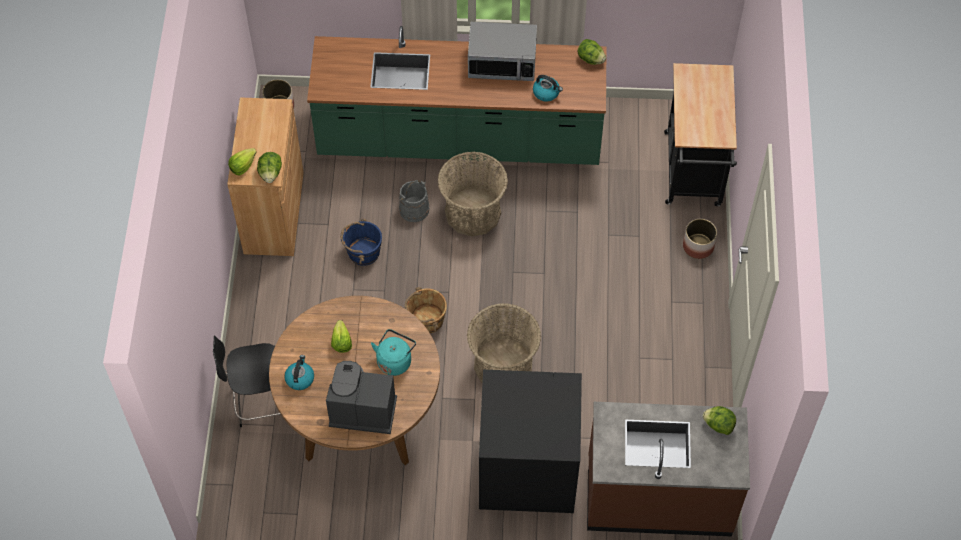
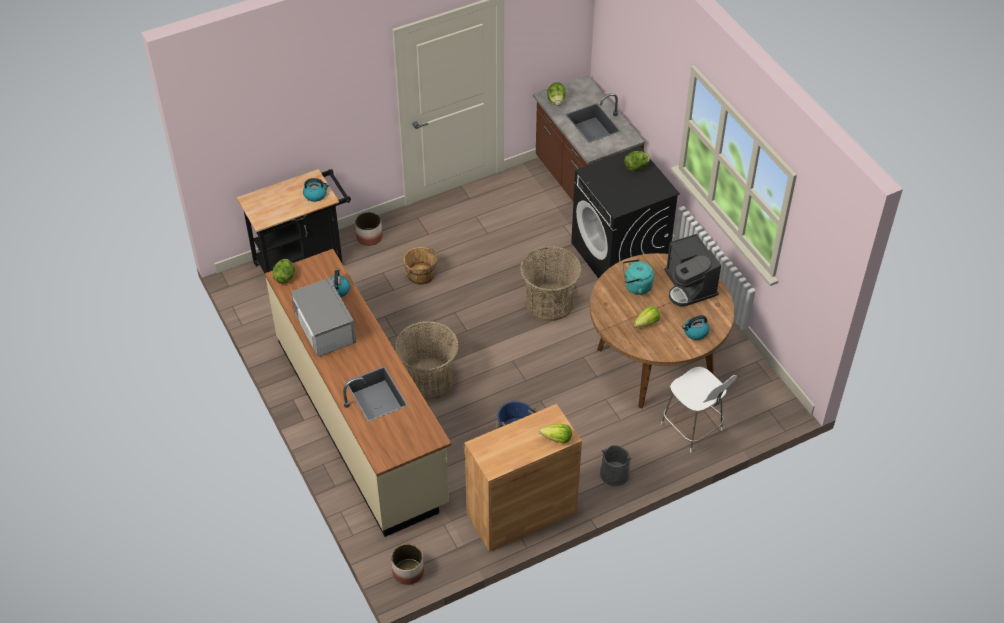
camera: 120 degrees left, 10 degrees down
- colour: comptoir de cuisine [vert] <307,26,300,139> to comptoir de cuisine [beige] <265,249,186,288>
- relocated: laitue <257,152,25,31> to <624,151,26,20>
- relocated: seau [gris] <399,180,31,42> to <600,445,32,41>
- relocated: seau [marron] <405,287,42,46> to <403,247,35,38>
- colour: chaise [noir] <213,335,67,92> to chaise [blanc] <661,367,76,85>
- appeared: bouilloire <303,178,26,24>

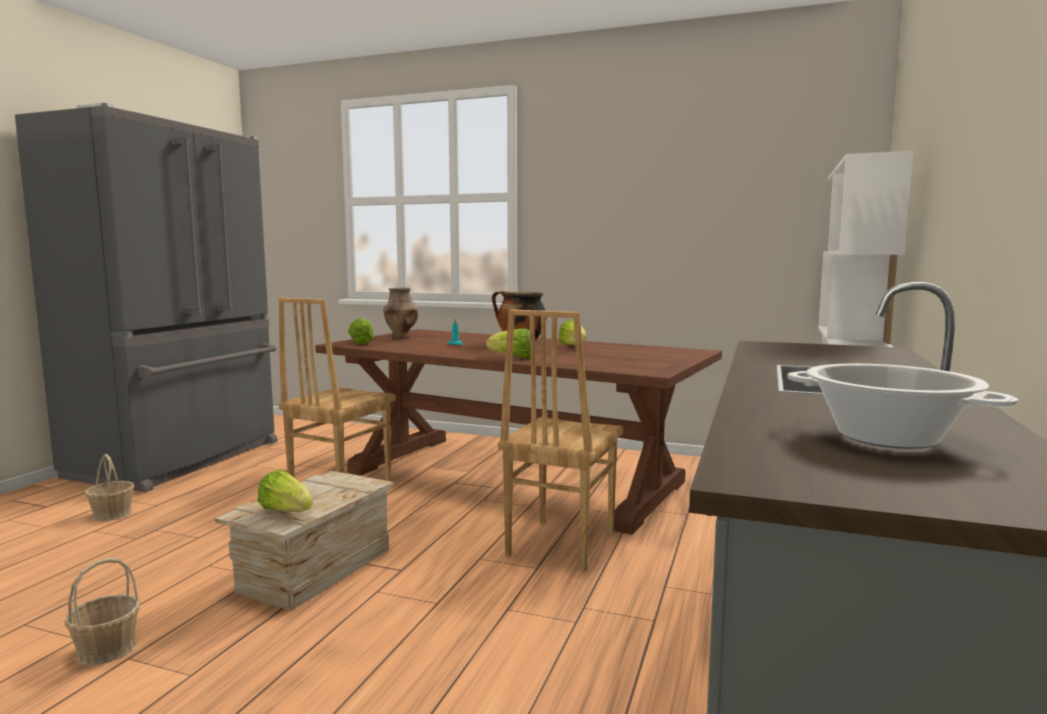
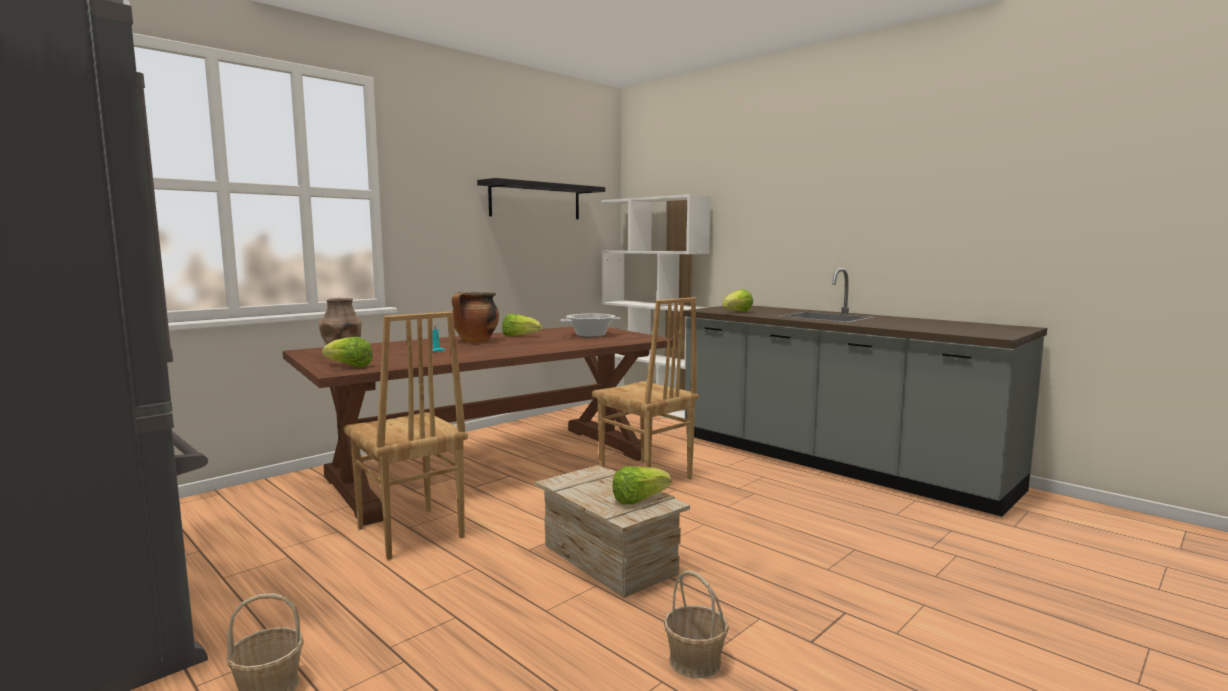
camera: 65 degrees left, 0 degrees up
- relocated: laitue <486,329,50,29> to <722,289,31,23>
- relocated: marmite <787,364,231,85> to <560,314,61,23>
- appeared: étagère [noir] <477,178,128,41>

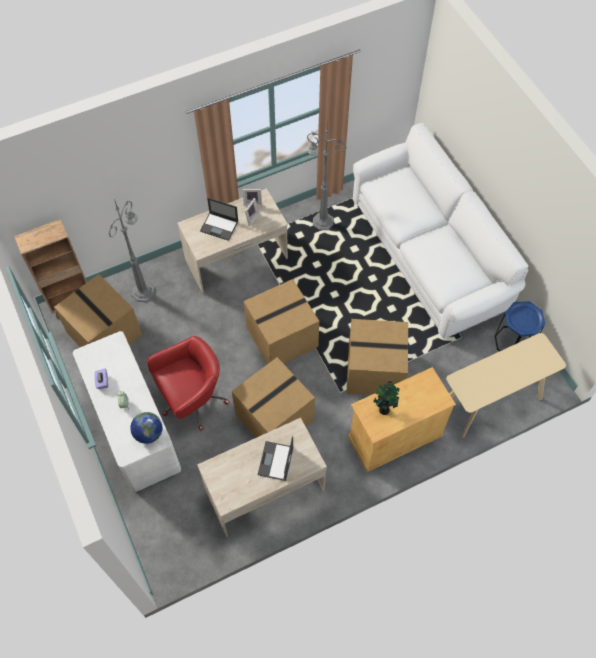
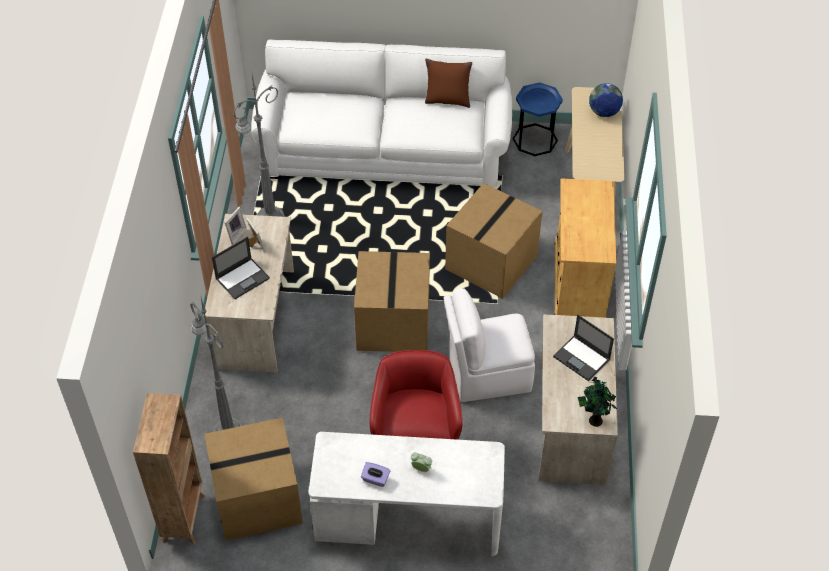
camera: 60 degrees left, 10 degrees down
- exchanged: carton <232,357,83,81> to chaise [blanc] <443,288,92,114>
- relocated: plante en pot <373,381,27,34> to <578,377,39,50>
- relocated: globe <130,412,33,32> to <589,83,34,34>
- appeared: coussin [marron] <425,59,47,49>

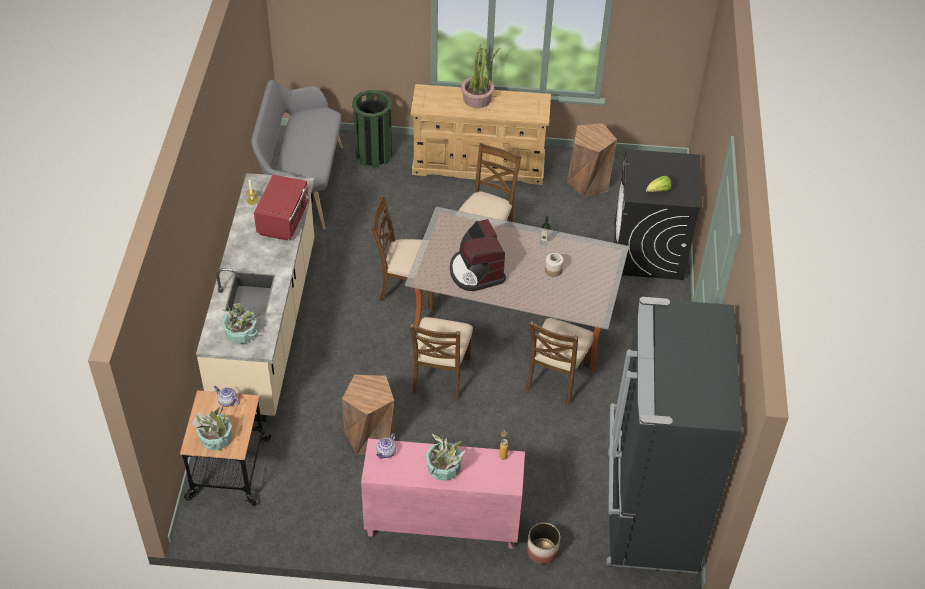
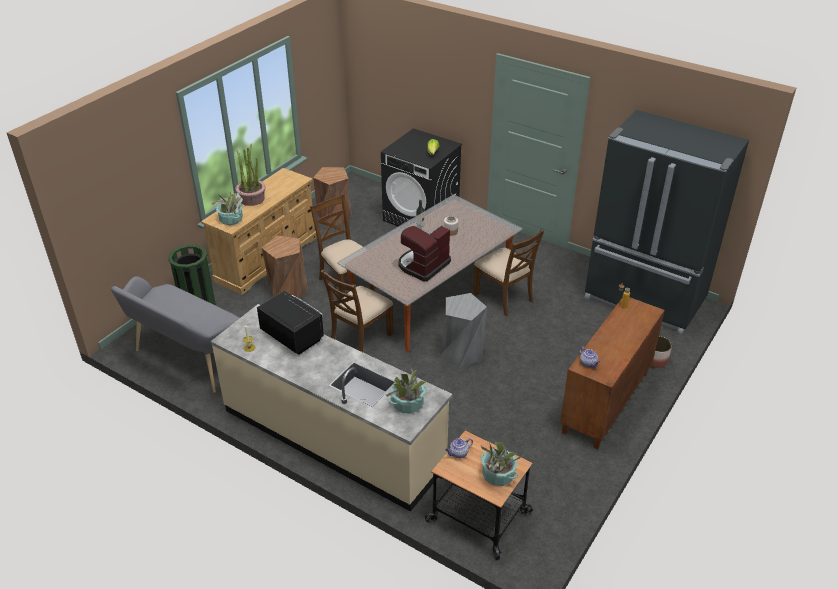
camera: 60 degrees left, 10 degrees down
- colour: micro-ondes [rouge] <254,175,55,66> to micro-ondes [noir] <257,291,67,64>
- spun: machine à café <450,219,56,72> = <398,226,53,55> 120 degrees clockwise
- exchanged: chaise [marron] <410,317,63,84> to tabouret [gris] <440,293,47,75>
- relocated: tabouret [marron] <342,375,52,80> to <262,236,46,63>
- relocated: plante en pot <426,433,40,48> to <209,190,34,35>
- colour: meuble de rangement [rose] <361,438,164,111> to meuble de rangement [marron] <560,297,105,152>

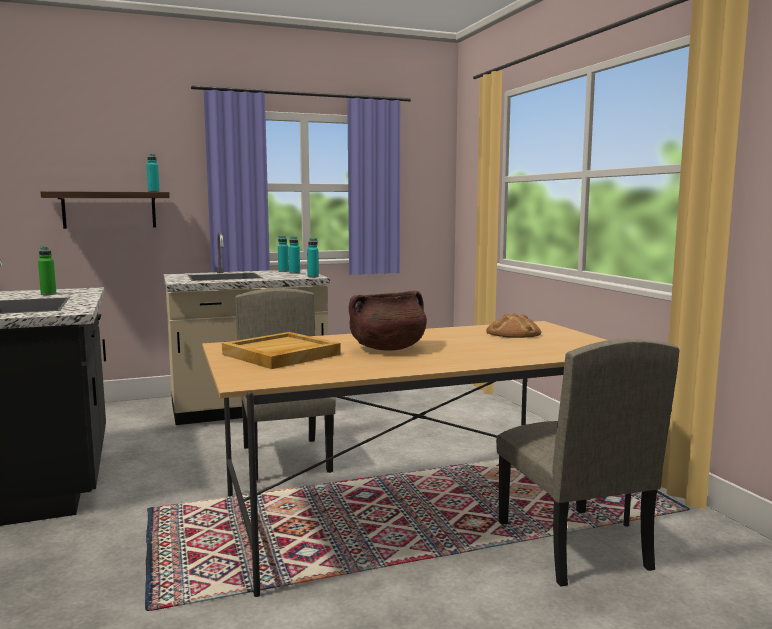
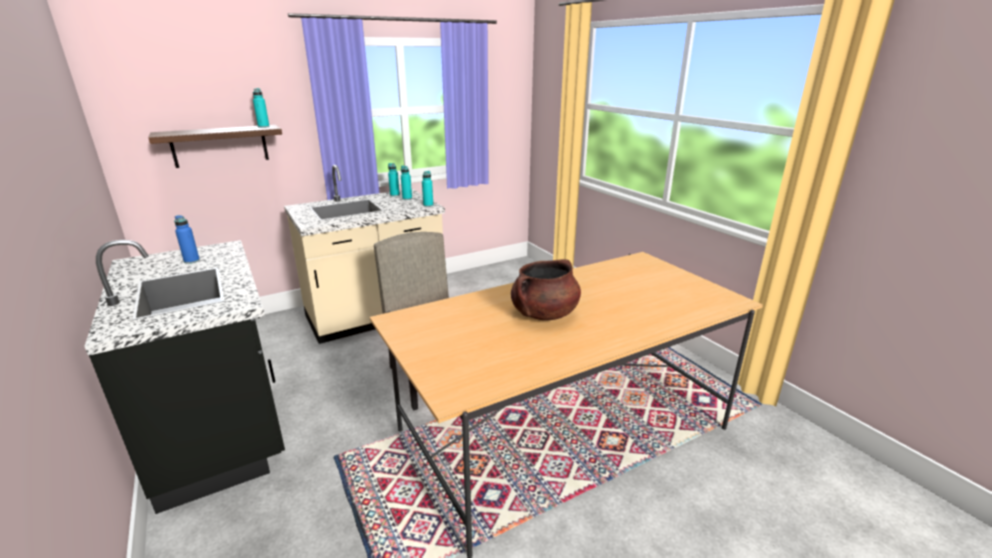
camera: 10 degrees left, 15 degrees up
- colour: bouteille [vert] <38,247,18,48> to bouteille [bleu] <174,215,26,49>
- missing: pain <486,313,55,25>
- missing: plateau [beige] <222,332,119,37>
- missing: chaise [beige] <496,339,183,247>

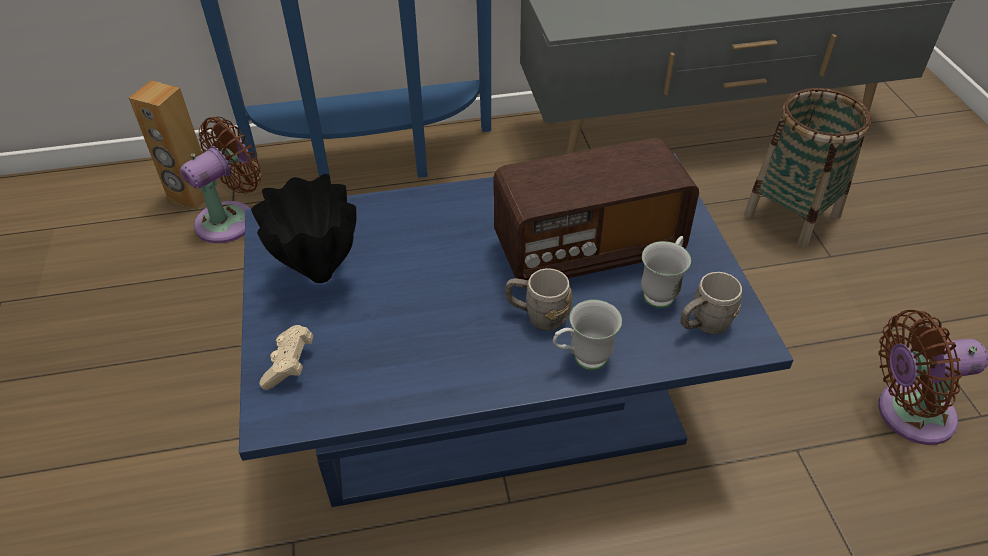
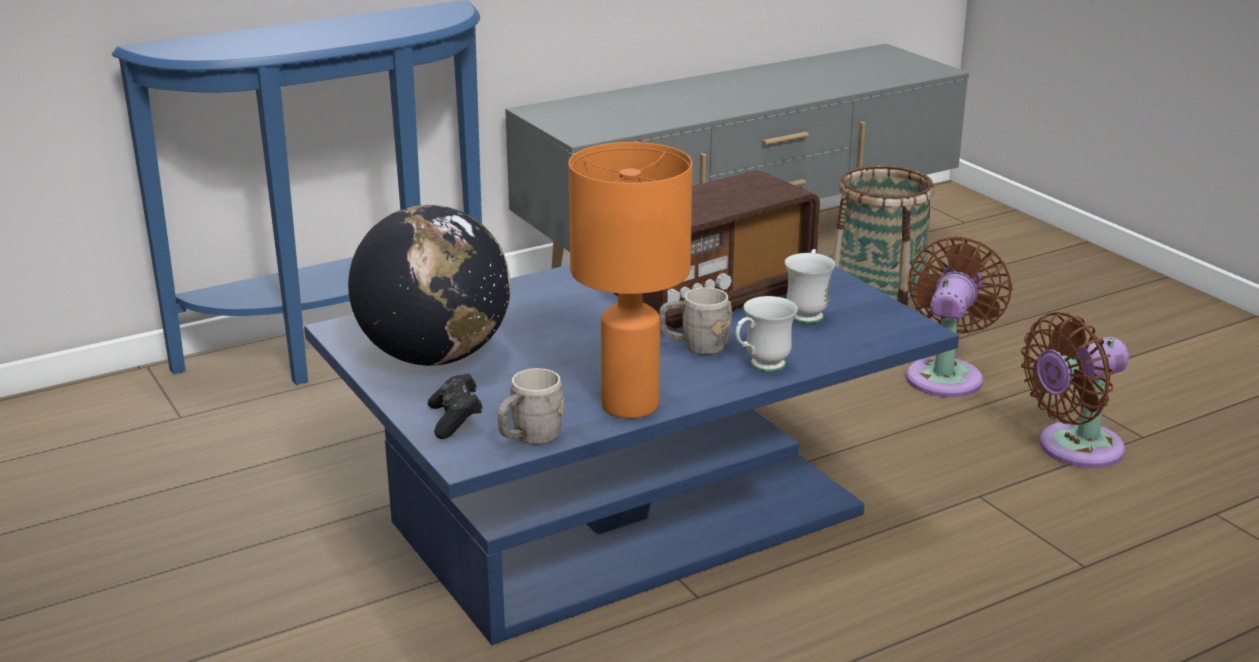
camera: 20 degrees left, 20 degrees down
- missing: enceinte [marron] <129,80,76,130>
- relocated: ventilateur [marron] <180,116,82,127> to <906,236,106,161>
- exchanged: vase [noir] <251,174,105,109> to globe <348,205,163,161>
- relocated: mug [gris] <681,272,61,62> to <498,368,66,77>
- colour: manette [beige] <259,325,54,65> to manette [noir] <427,373,56,66>
- appeared: lampe de table [orange] <568,142,124,276>

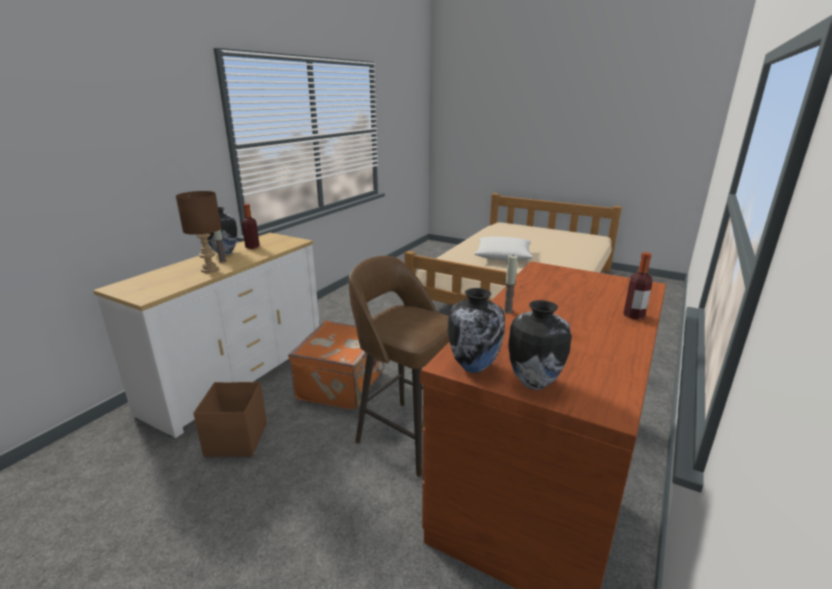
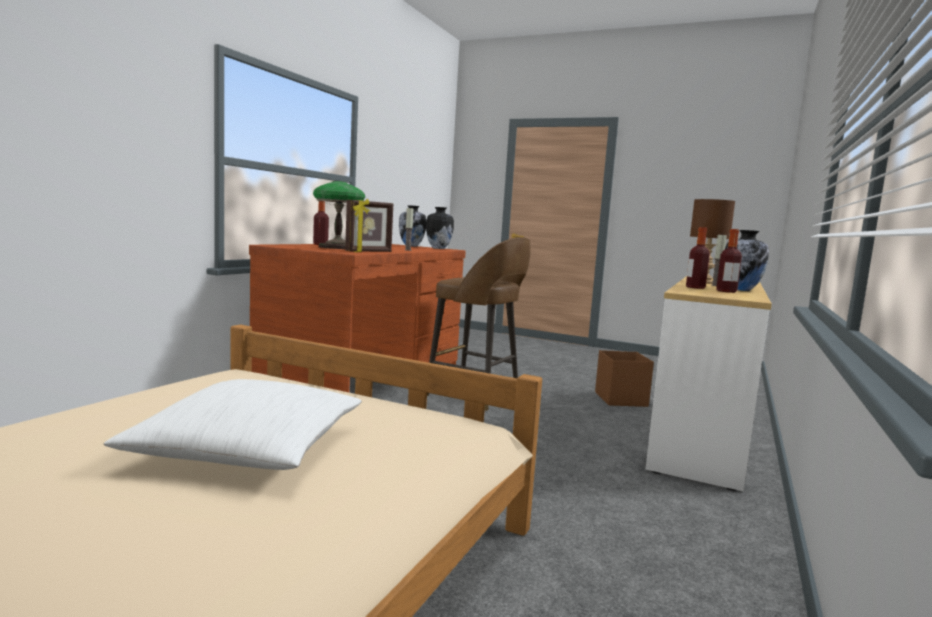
camera: 175 degrees right, 15 degrees down
- missing: valise [orange] <288,321,97,90>
- appeared: lampe de table <313,181,52,68>
- appeared: cadre photo <345,199,48,53>
- appeared: bouteille <686,227,24,62>

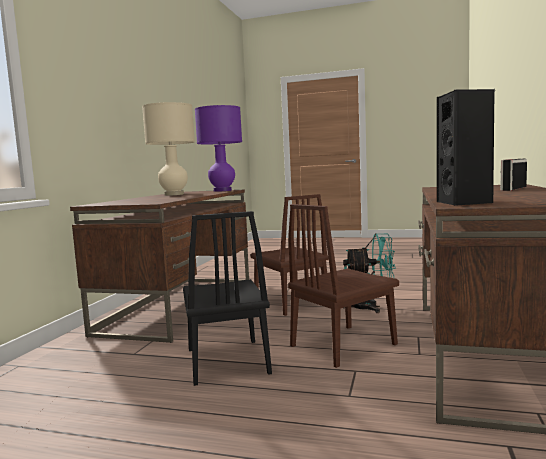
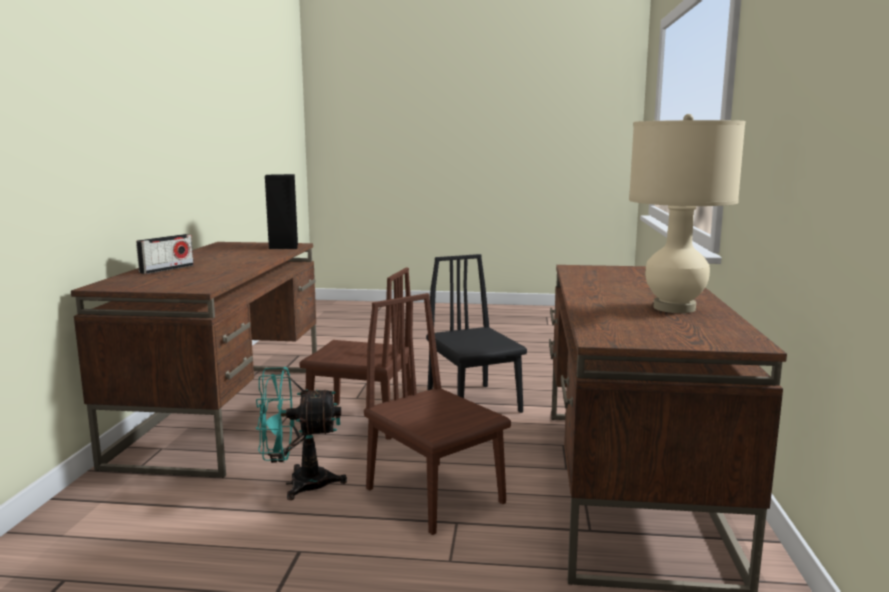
camera: 170 degrees right, 5 degrees up
- missing: lampe de table [violet] <195,105,47,87>
- spun: chaise [marron] <288,204,111,164> = <299,267,113,173> 60 degrees clockwise

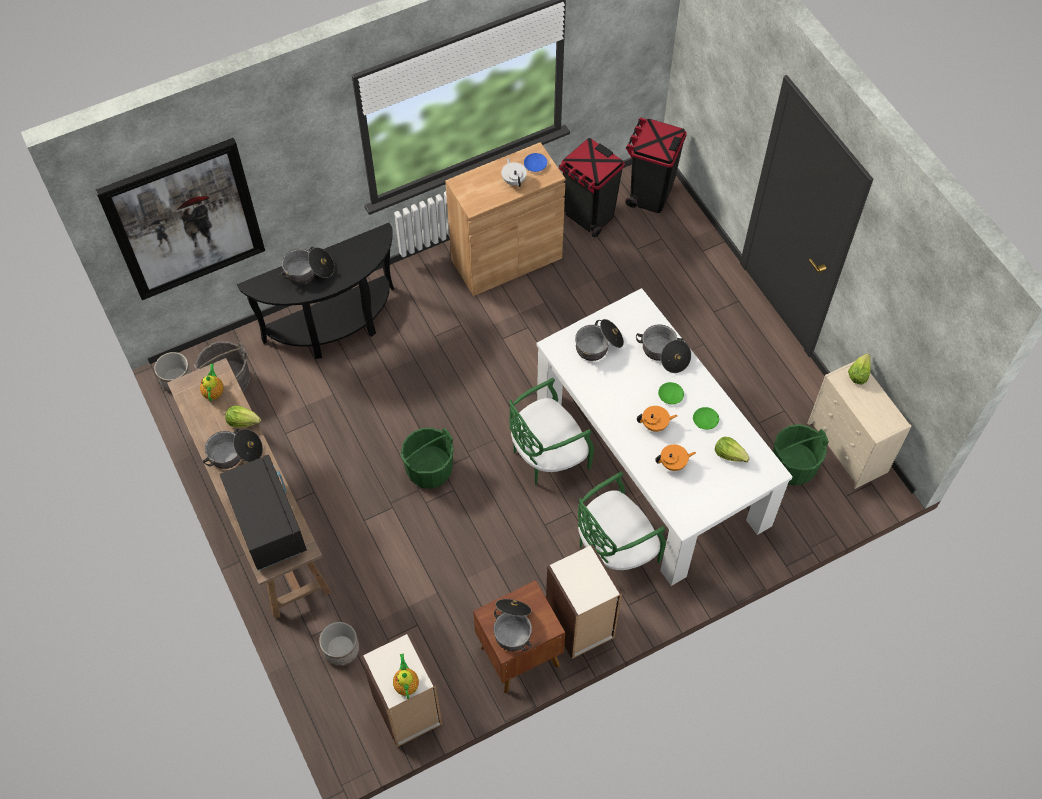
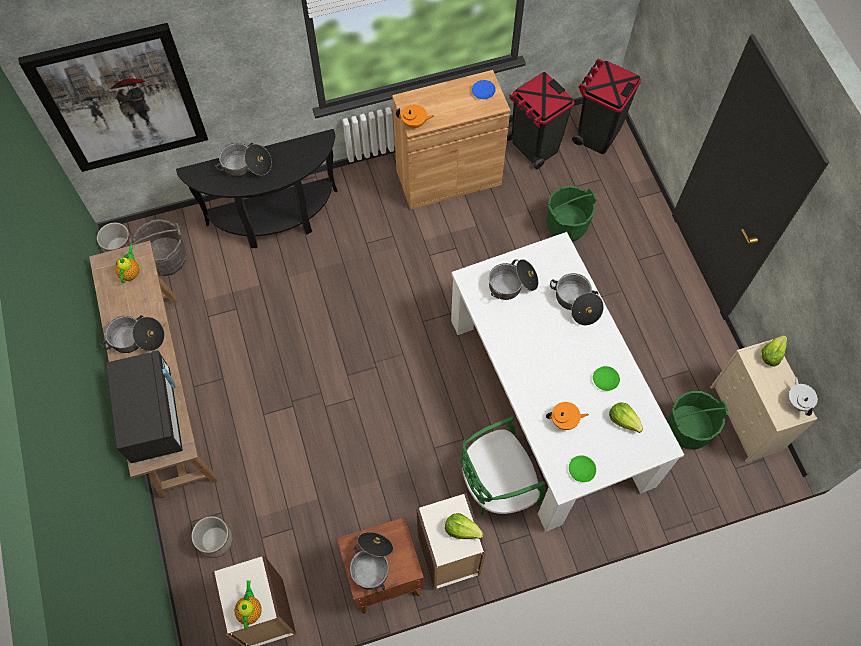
camera: 10 degrees right, 5 degrees up
- relocated: théière [blanc] <501,158,26,29> to <788,377,30,39>
- missing: chaise [vert] <509,377,85,108>
- relocated: assiette [vert] <658,382,26,22> to <569,455,27,27>
- relocated: laitue <225,405,36,23> to <445,513,38,26>
- relocated: théière [orange] <637,406,41,26> to <396,105,38,24>
- relocated: seau [vert] <400,428,54,61> to <546,186,51,55>

